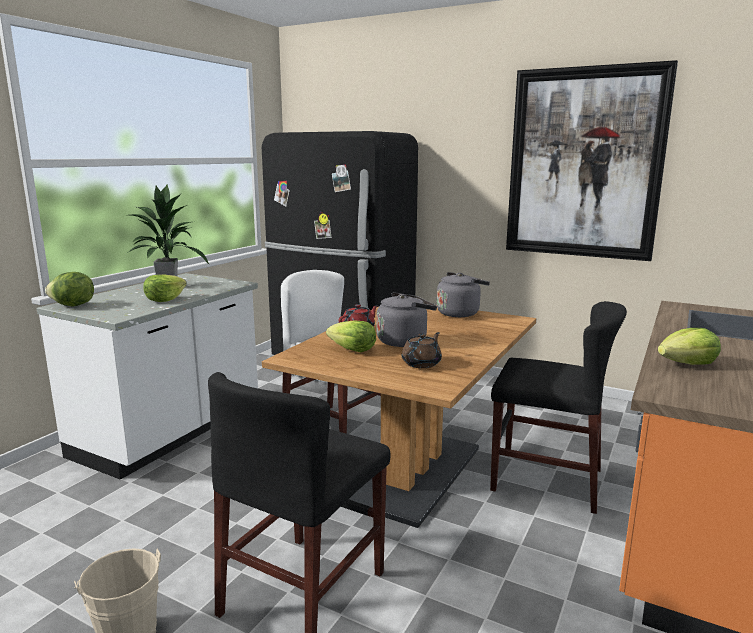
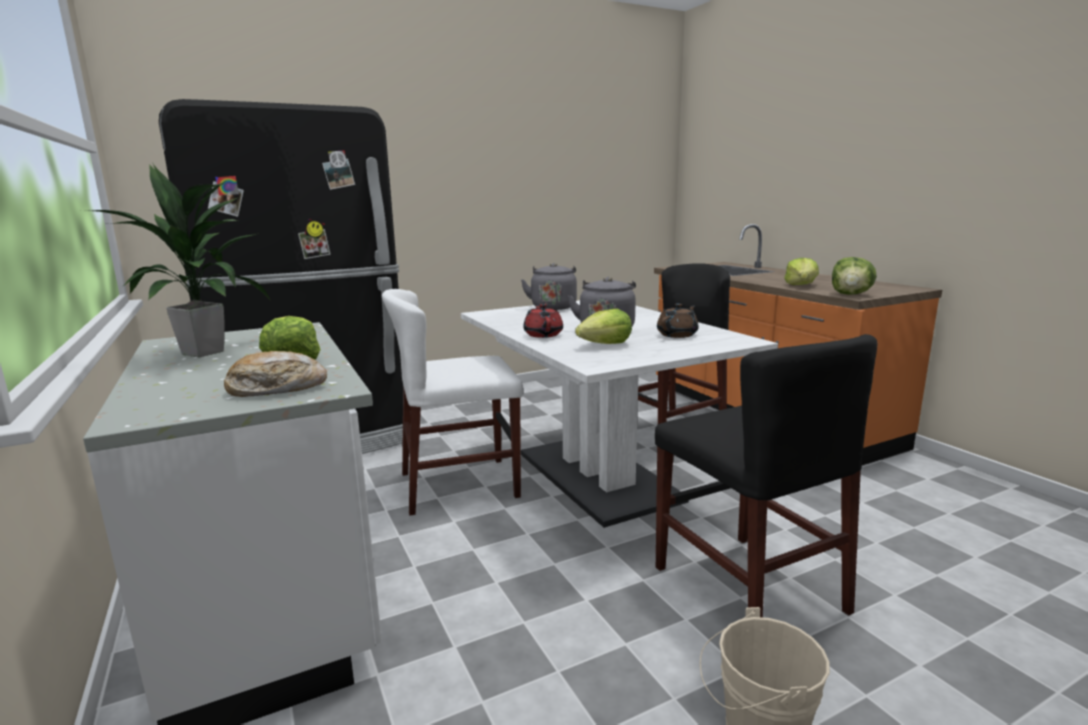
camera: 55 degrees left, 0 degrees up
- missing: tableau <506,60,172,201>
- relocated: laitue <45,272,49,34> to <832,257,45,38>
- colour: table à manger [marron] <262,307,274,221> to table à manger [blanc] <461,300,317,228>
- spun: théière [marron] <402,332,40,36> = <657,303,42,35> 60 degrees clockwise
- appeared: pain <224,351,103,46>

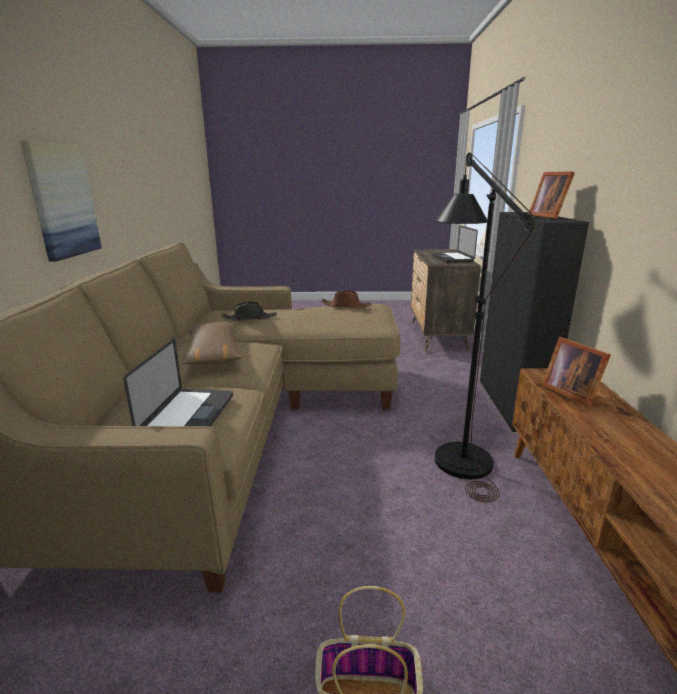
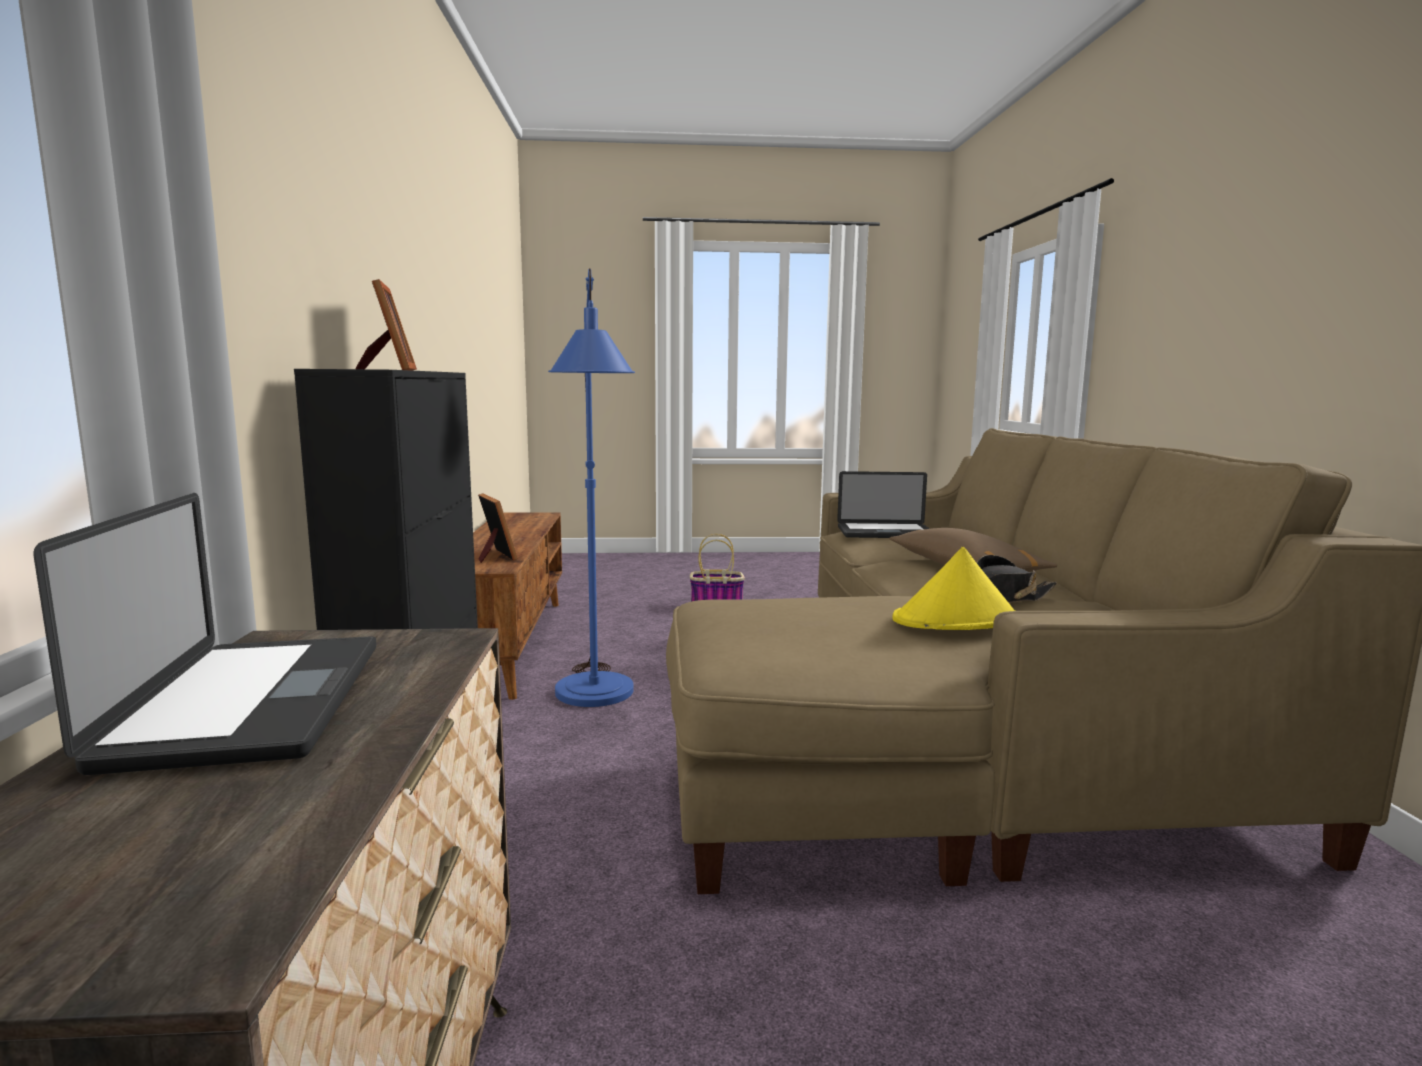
camera: 175 degrees right, 10 degrees down
- missing: tableau <20,140,82,122>
- colour: lampadaire [noir] <434,152,101,350> to lampadaire [bleu] <548,268,87,439>
- missing: chapeau [marron] <321,291,50,17>
- spun: ordinateur portable <123,339,110,88> = <837,471,93,67> 90 degrees counterclockwise
- appeared: chapeau [jaune] <893,547,122,83>

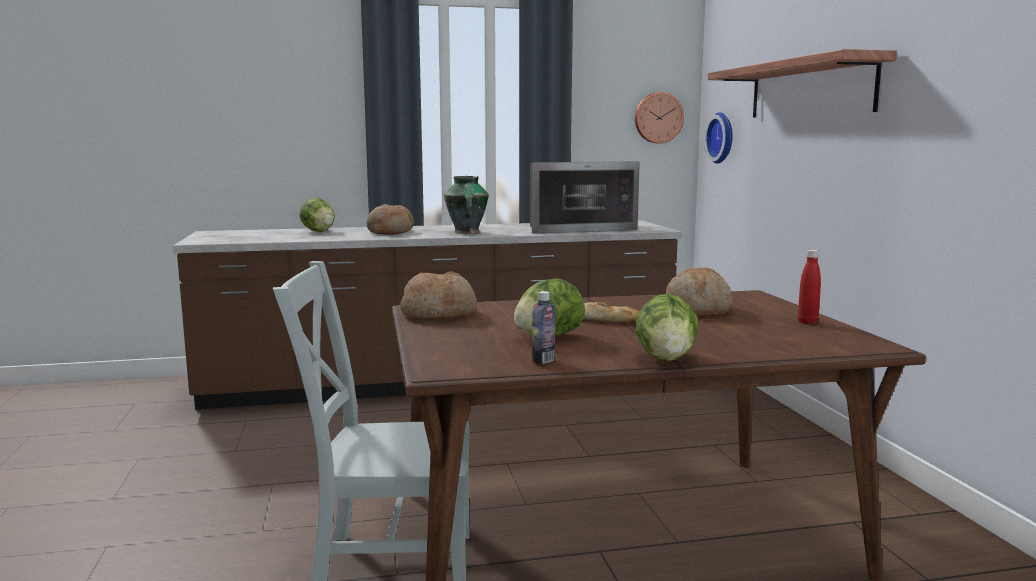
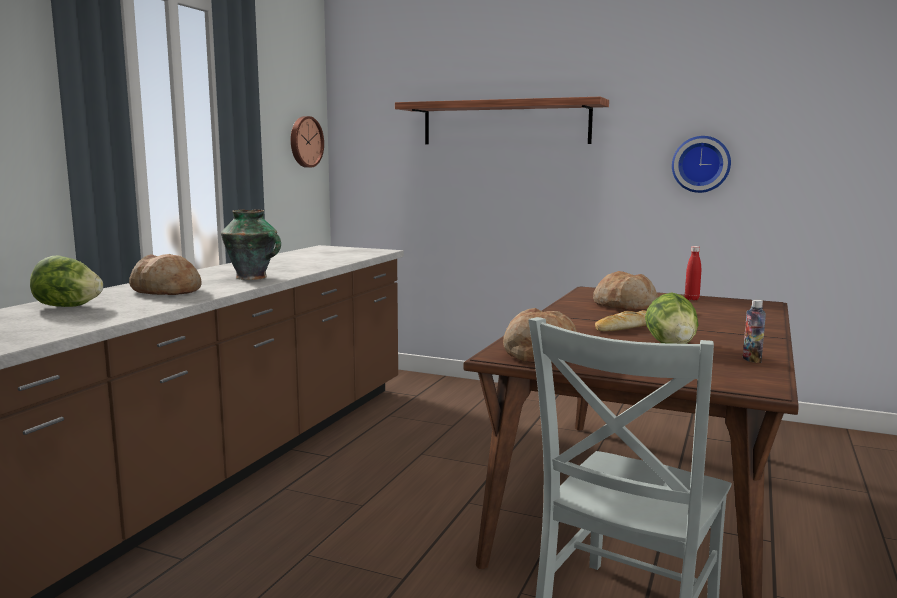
camera: 55 degrees left, 0 degrees up
- relocated: horloge murale <704,112,29,52> to <672,136,59,57>
- missing: micro-ondes <530,161,110,73>
- missing: laitue <635,293,64,68>

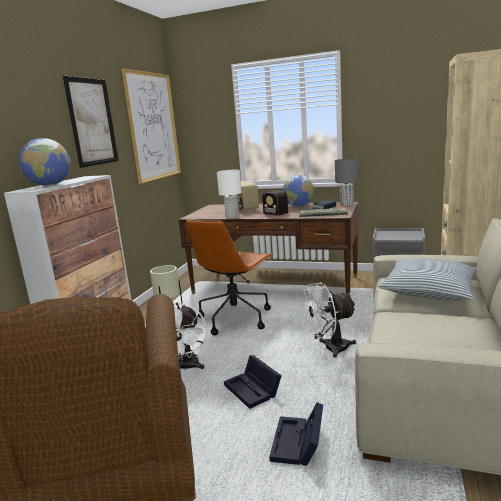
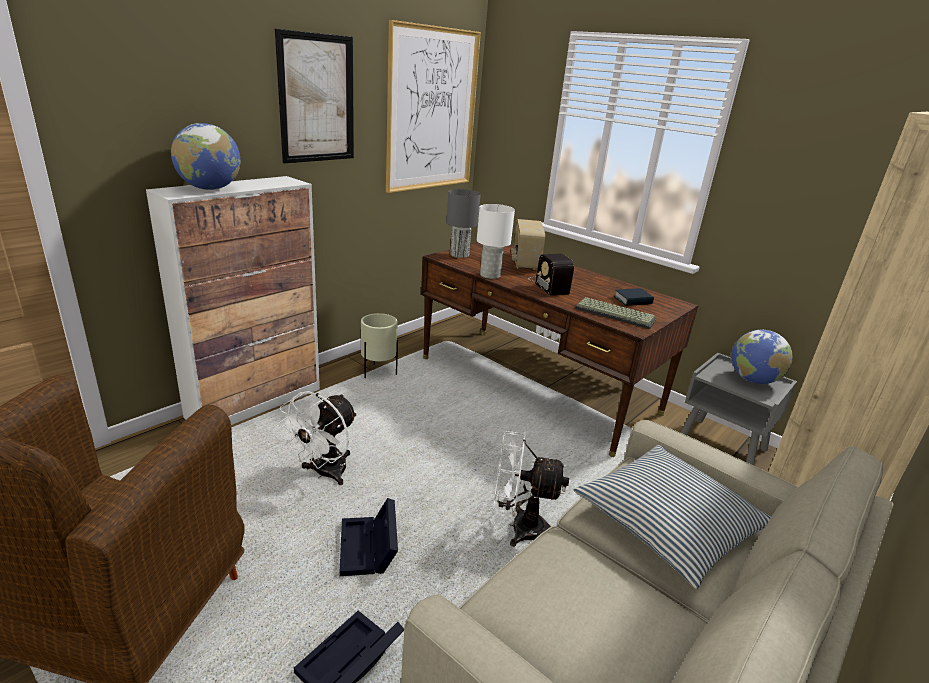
camera: 20 degrees right, 10 degrees up
- relocated: lampe de table [gris] <335,158,23,48> to <446,189,35,69>
- relocated: globe <283,175,31,32> to <731,330,62,54>
- missing: chaise de bureau [marron] <186,219,87,116>

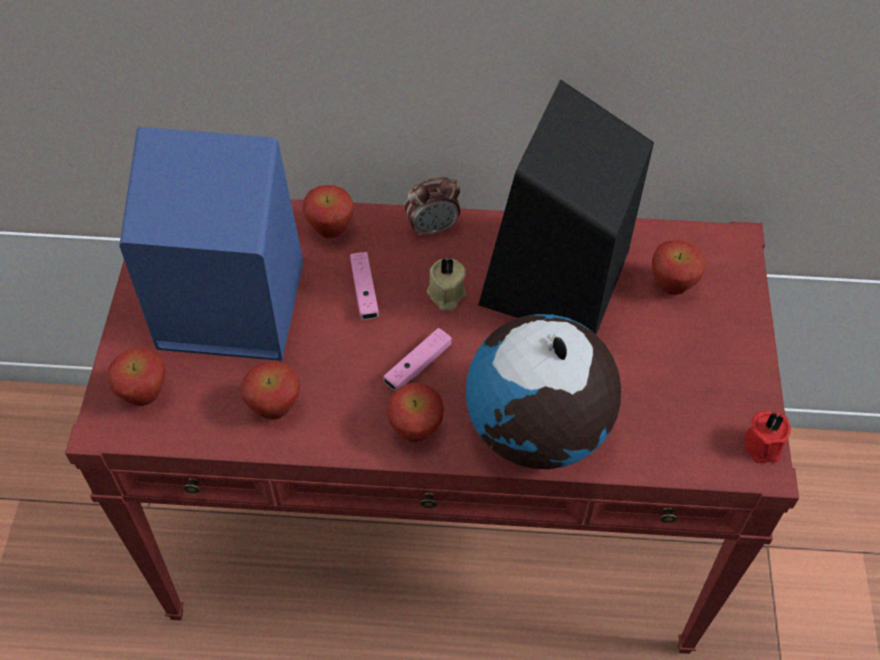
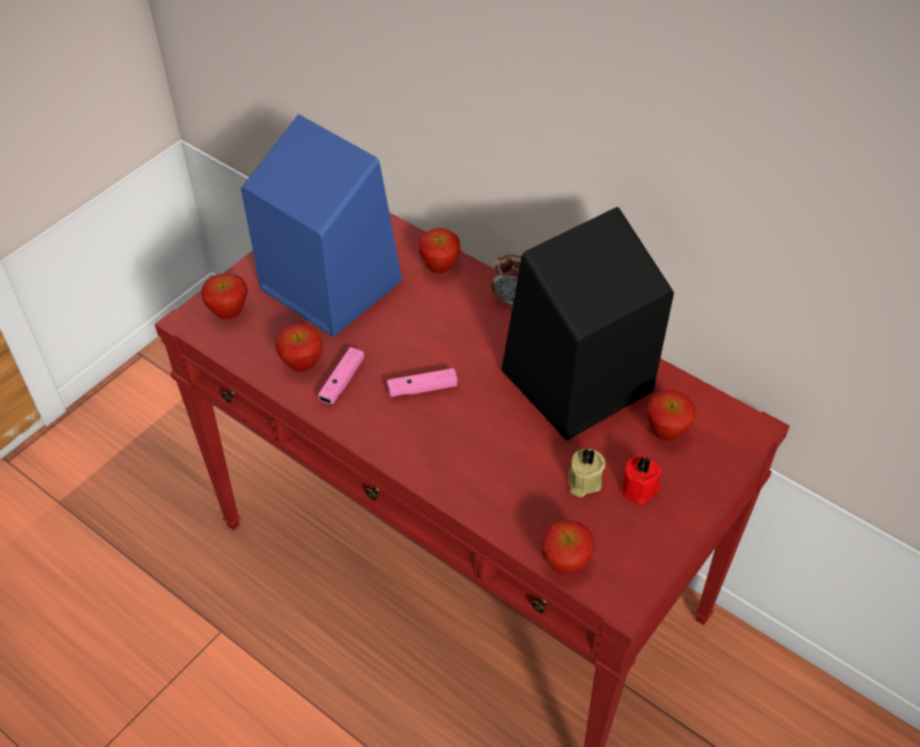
camera: 35 degrees right, 5 degrees down
- relocated: manette [rose] <350,252,29,68> to <318,347,46,57>
- relocated: bougie [beige] <427,258,39,53> to <568,448,38,49>
- missing: globe <466,314,155,155>
- relocated: pomme <387,382,57,60> to <541,520,54,55>
- relocated: bougie [rouge] <745,411,46,52> to <622,456,40,49>

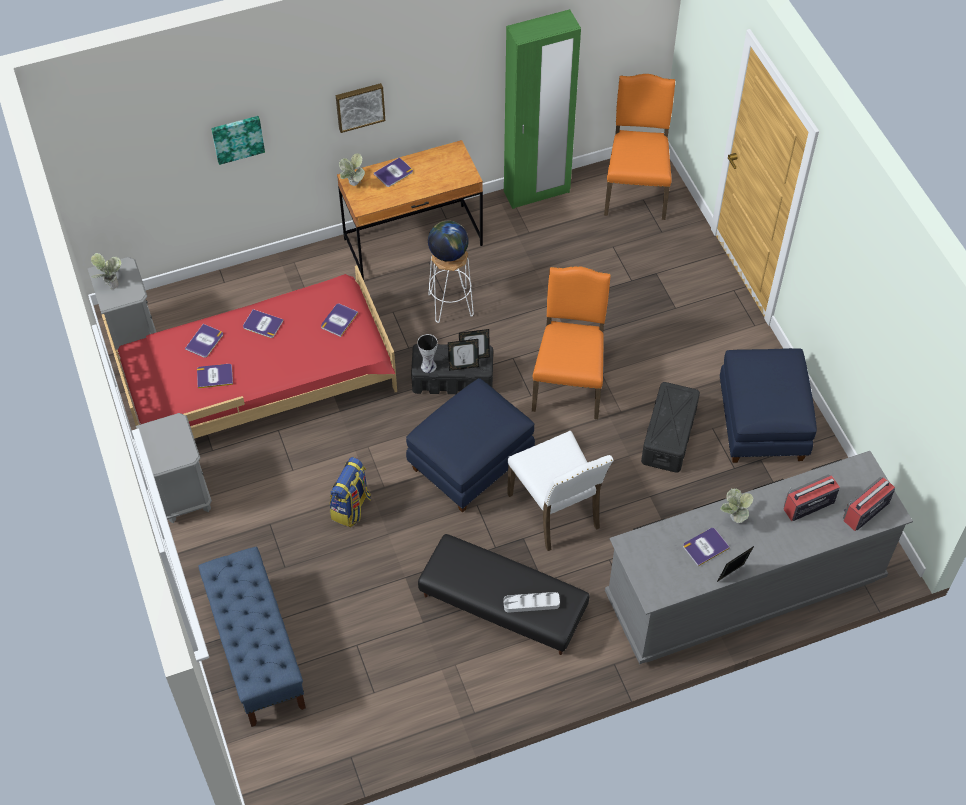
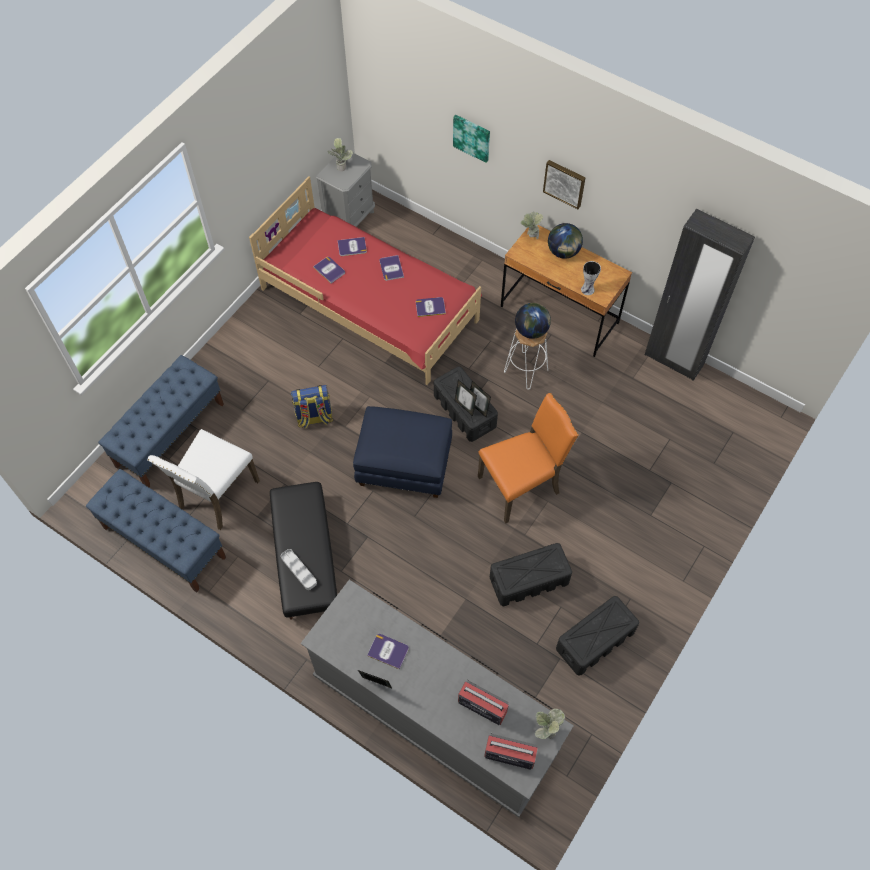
camera: 55 degrees right, 5 degrees up
- colour: armoire [vert] <504,9,77,200> to armoire [noir] <645,209,110,172>
- missing: chaise [orange] <604,74,71,146>
- exchanged: livre <374,157,39,30> to globe <548,223,35,36>
- relocated: vase <417,334,21,39> to <581,261,20,34>
- exchanged: pouf [bleu] <719,348,98,115> to boîte de rangement [noir] <556,596,83,80>
- missing: table de chevet [gris] <136,413,76,110>
- relocated: chaise [blanc] <507,431,107,120> to <147,429,113,101>
- relocated: plante en pot <720,489,33,34> to <535,709,30,30>
- appeared: banc [bleu] <86,469,140,124>

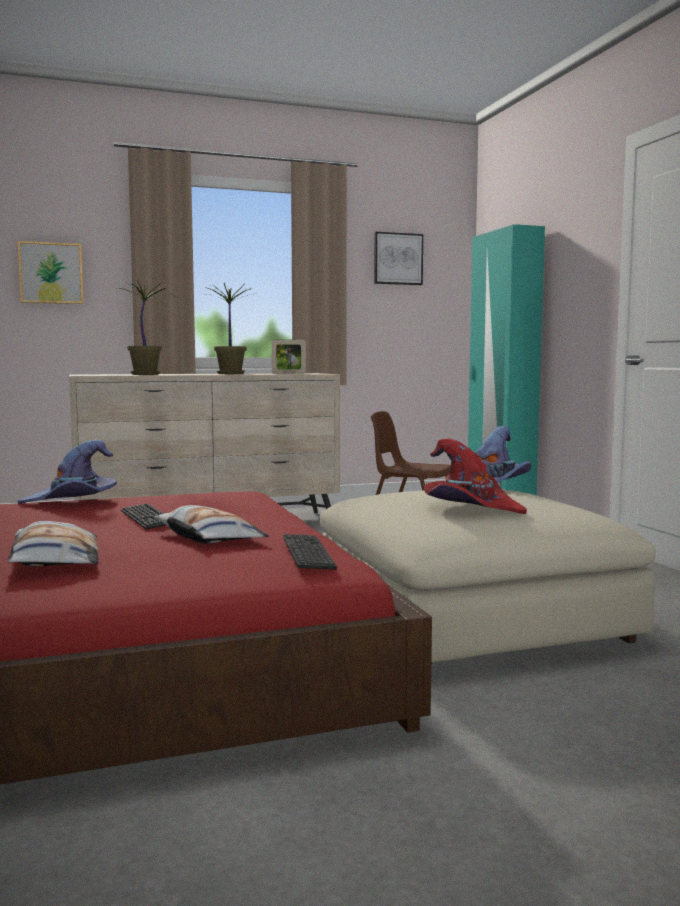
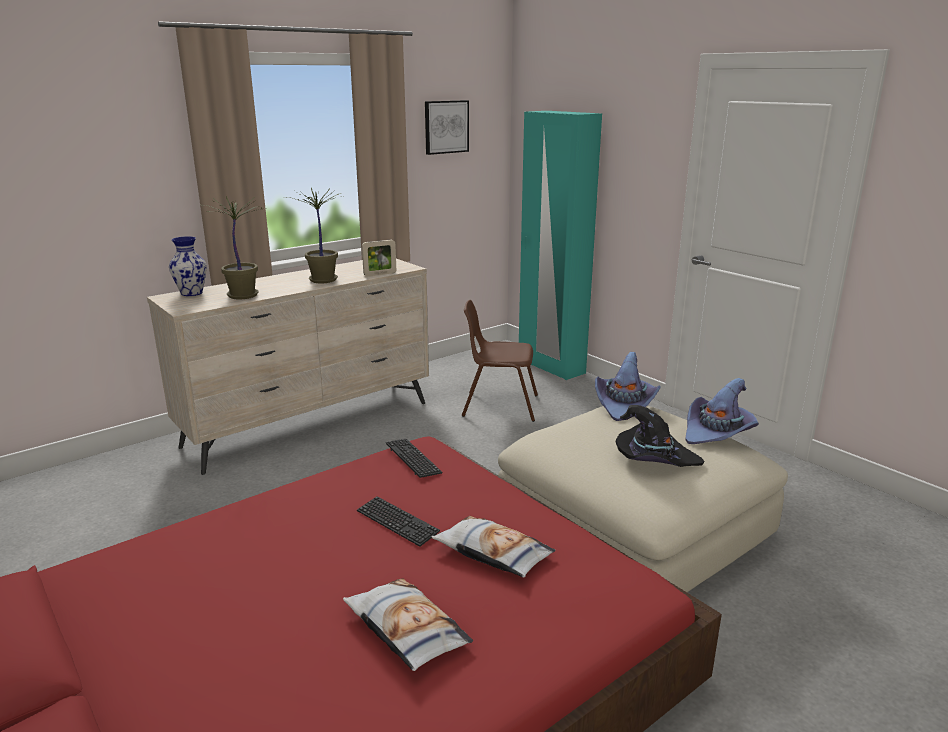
camera: 20 degrees left, 15 degrees up
- missing: tableau <18,241,66,63>
- colour: chapeau [rouge] <424,438,103,76> to chapeau [noir] <616,405,88,62>
- relocated: chapeau [violet] <18,440,99,64> to <686,378,73,66>
- relocated: clavier <283,534,54,36> to <386,439,56,39>
- appeared: vase <169,236,38,60>

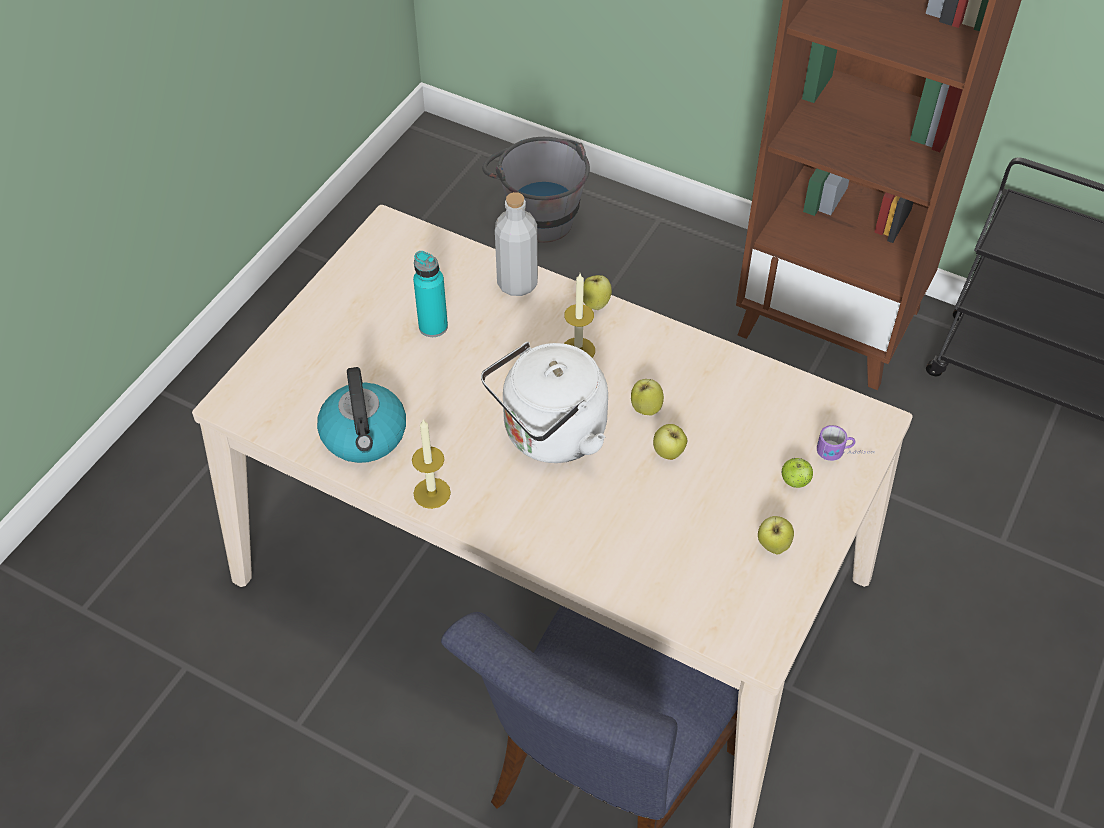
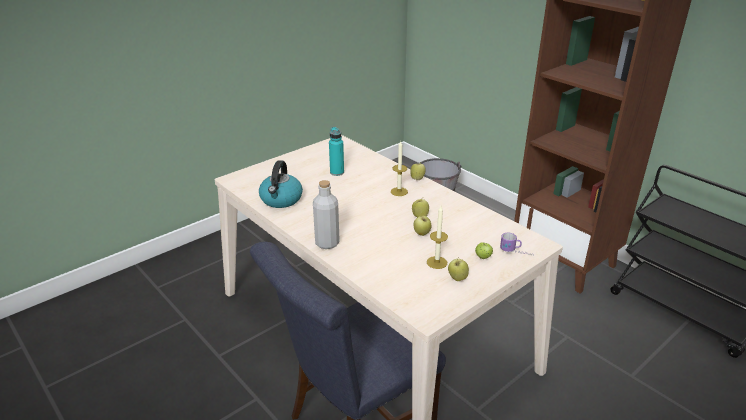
camera: 20 degrees right, 20 degrees down
- relocated: bouteille [gris] <495,192,43,104> to <313,180,27,69>
- missing: bouilloire [blanc] <481,342,127,121>
- relocated: bougie <412,418,39,91> to <427,206,21,63>

